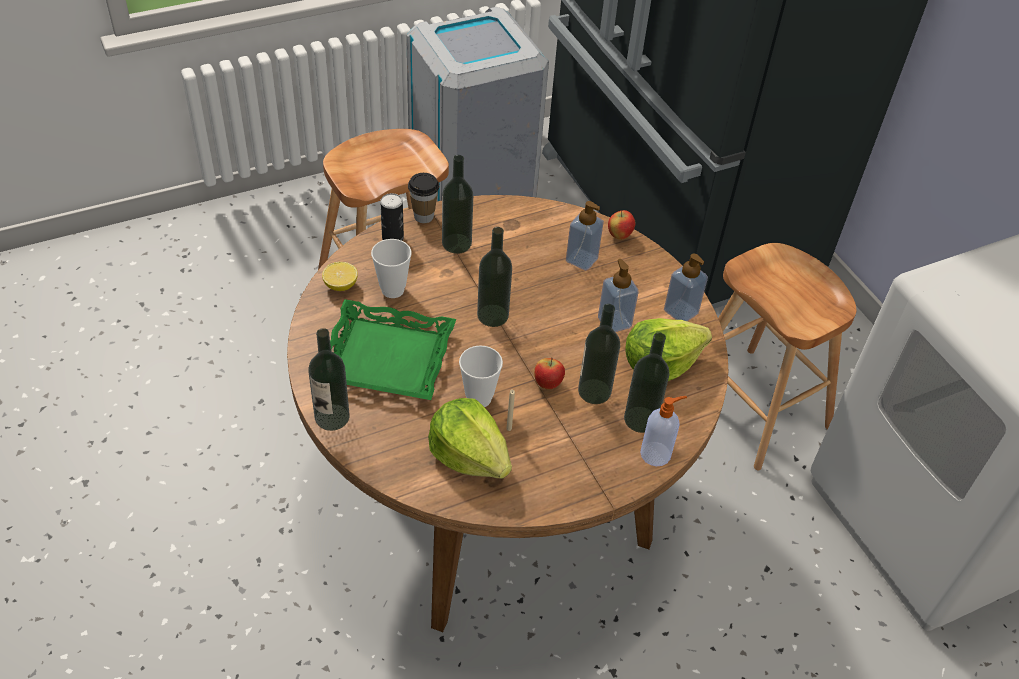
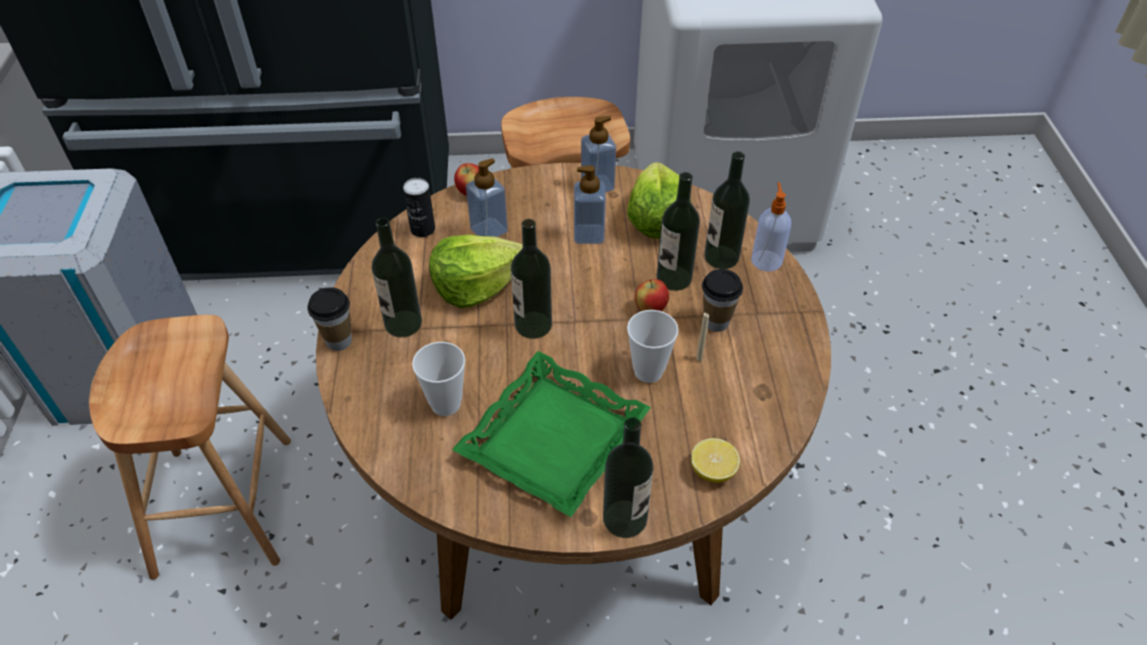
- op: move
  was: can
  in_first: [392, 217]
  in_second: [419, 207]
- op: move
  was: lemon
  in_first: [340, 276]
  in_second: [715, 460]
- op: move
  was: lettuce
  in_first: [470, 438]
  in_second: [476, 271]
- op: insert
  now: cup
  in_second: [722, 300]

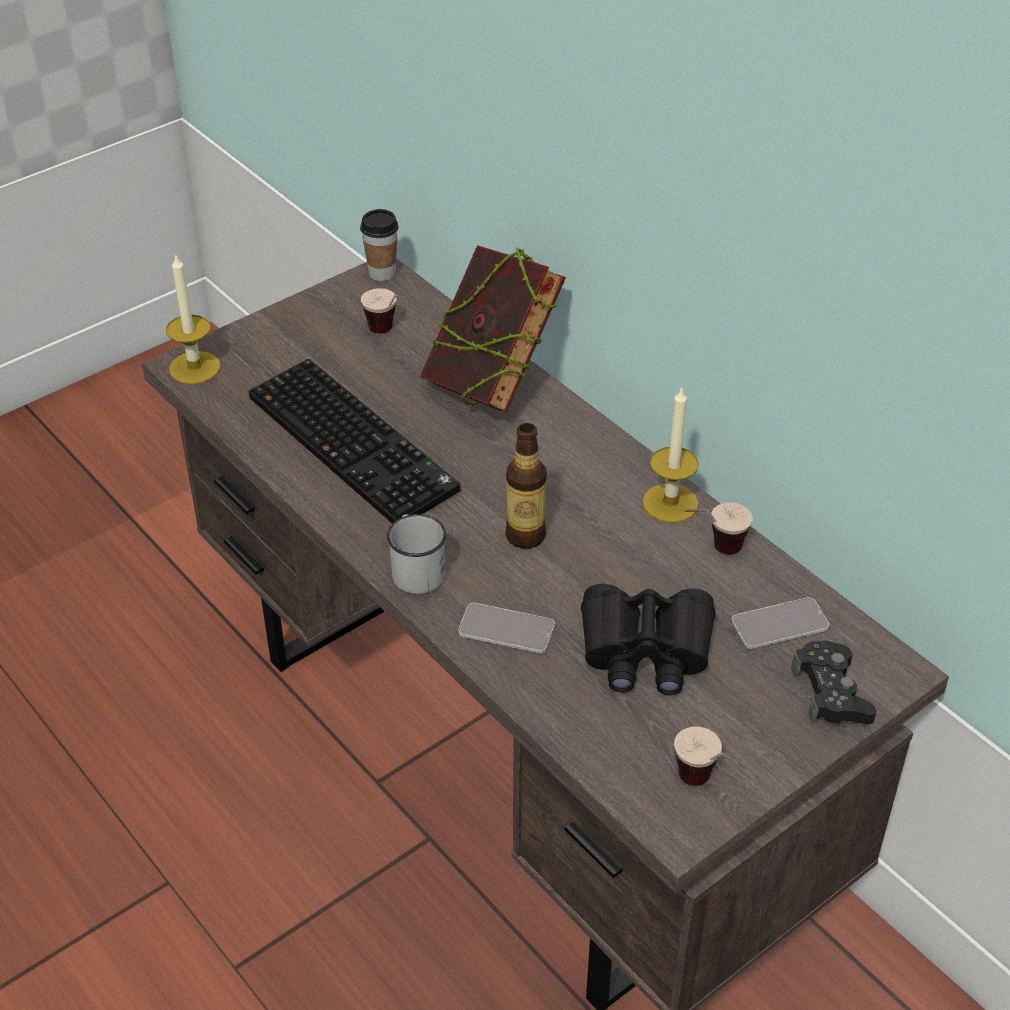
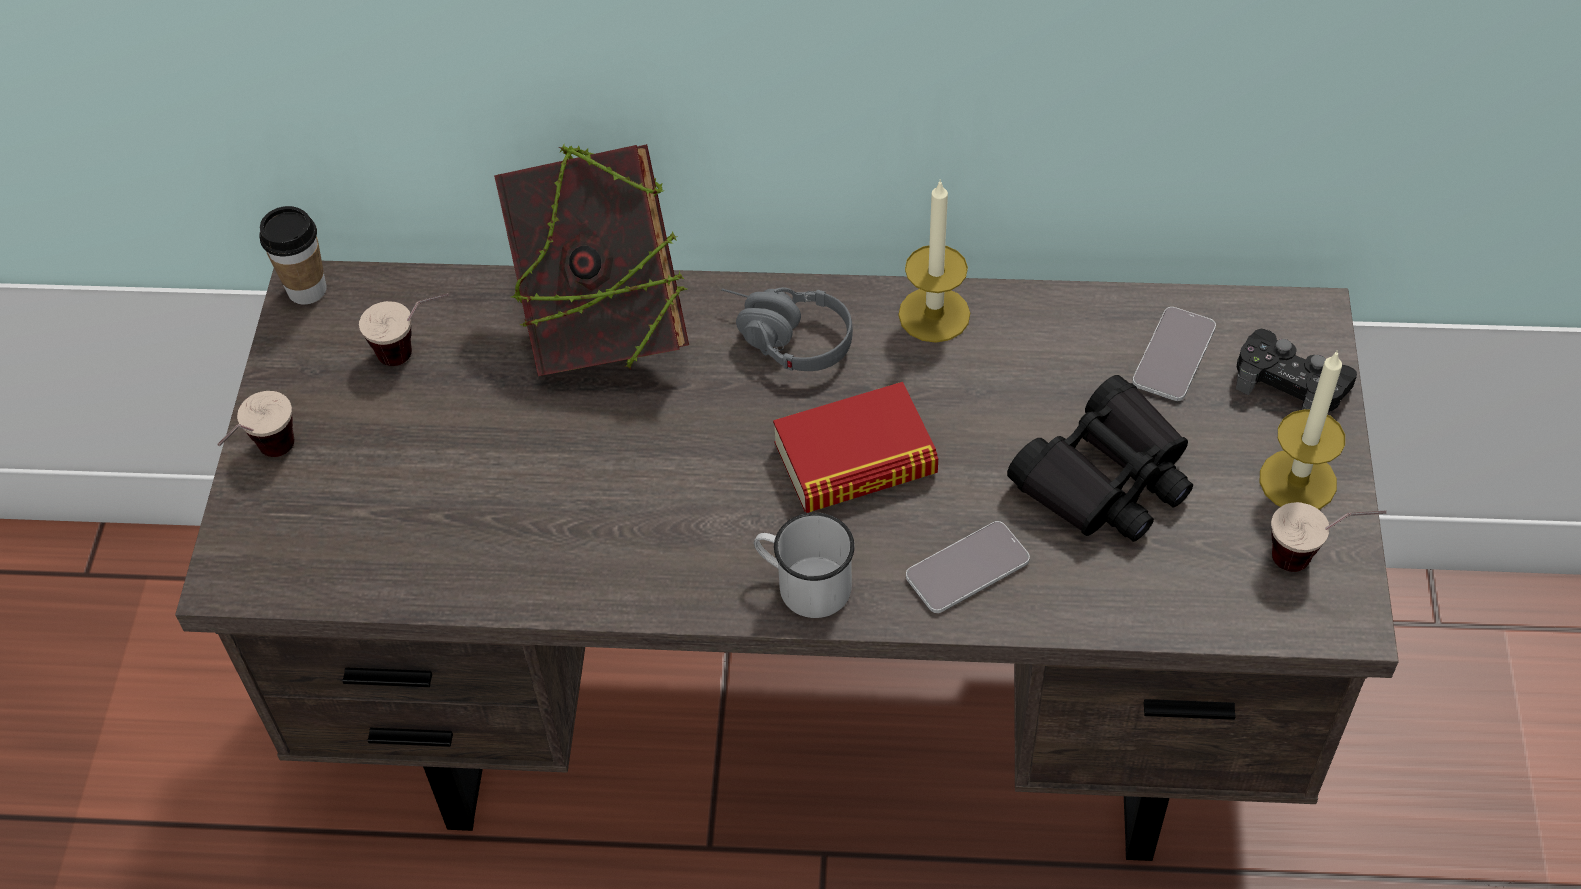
- op: move
  was: candle
  in_first: [193, 319]
  in_second: [1302, 430]
- op: delete
  was: keyboard
  in_first: [354, 441]
- op: replace
  was: bottle
  now: book
  in_first: [526, 486]
  in_second: [855, 447]
- op: move
  was: cup
  in_first: [718, 528]
  in_second: [255, 424]
- op: insert
  now: grey_headphones
  in_second: [787, 329]

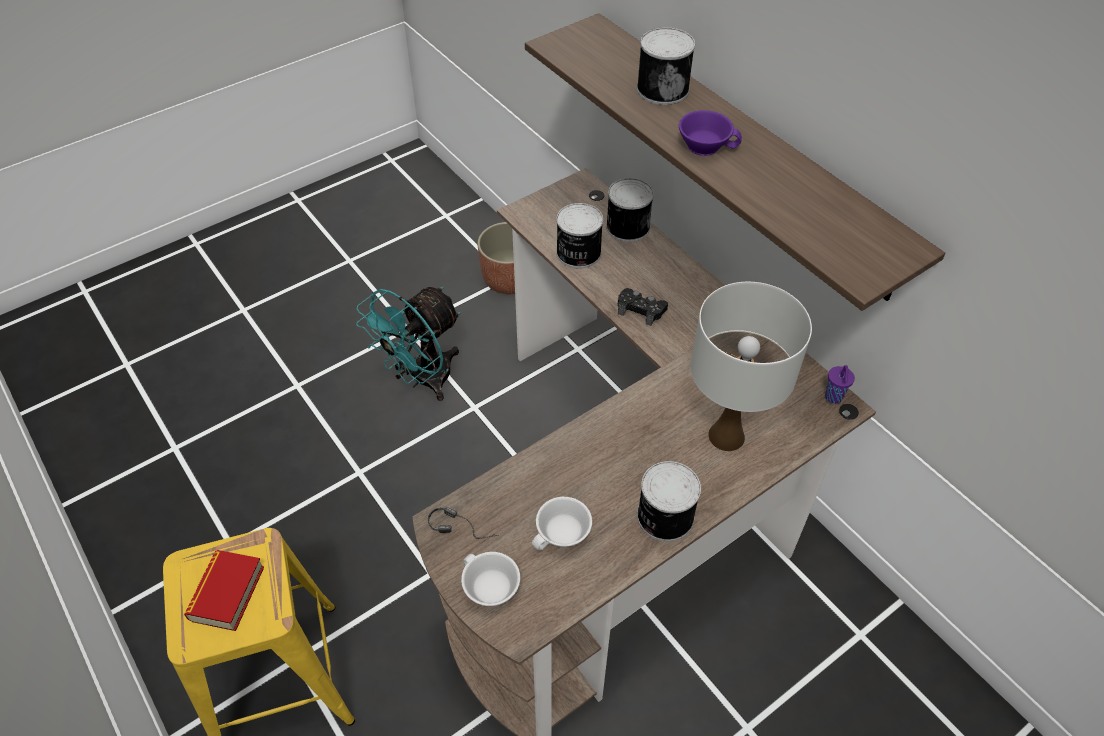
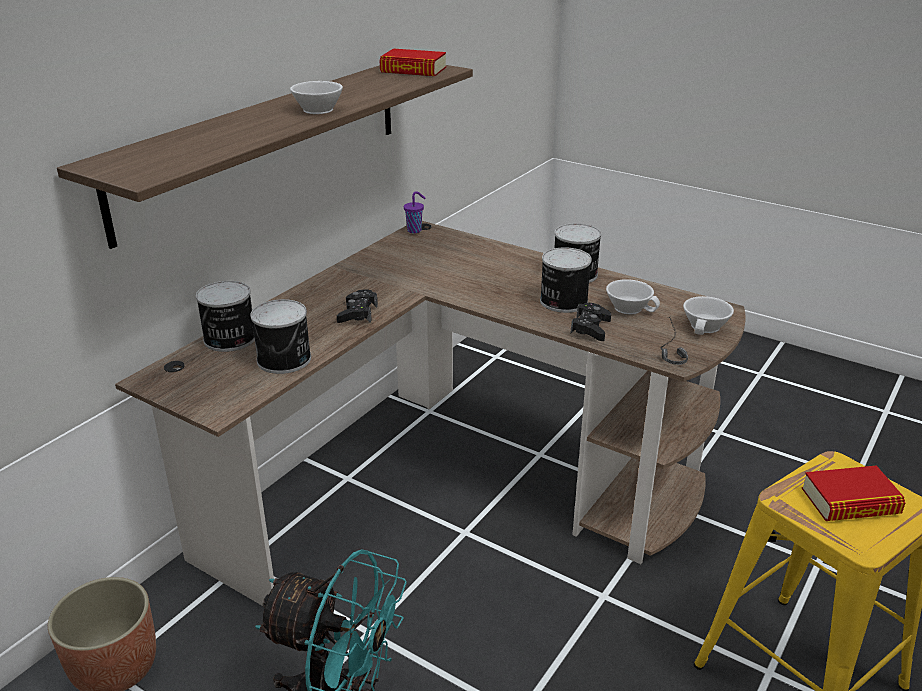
- op: move
  was: can
  in_first: [666, 66]
  in_second: [566, 280]
- op: recolor
  was: purple_cup
  now: white_cup
  in_first: [710, 133]
  in_second: [316, 97]
- op: delete
  was: white_table_lamp
  in_first: [751, 366]
- op: insert
  now: book
  in_second: [412, 62]
- op: insert
  now: black_game_controller
  in_second: [590, 322]

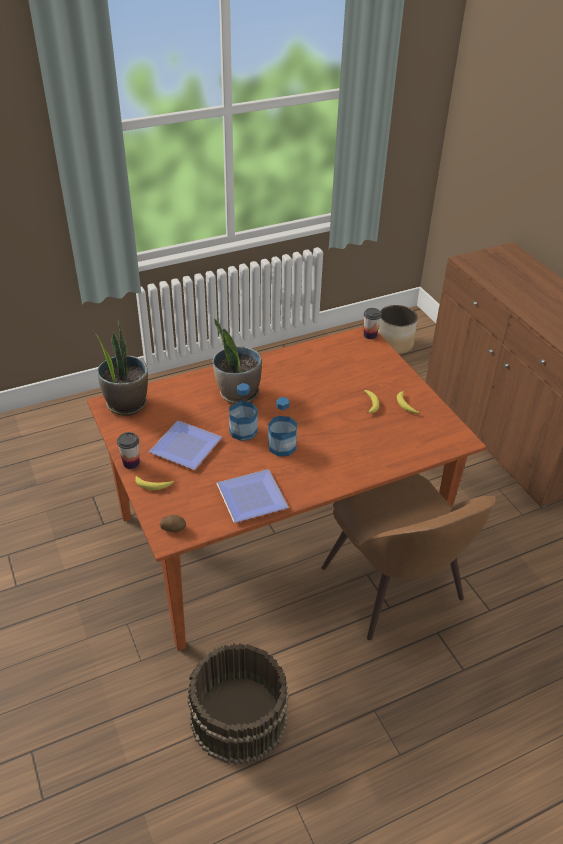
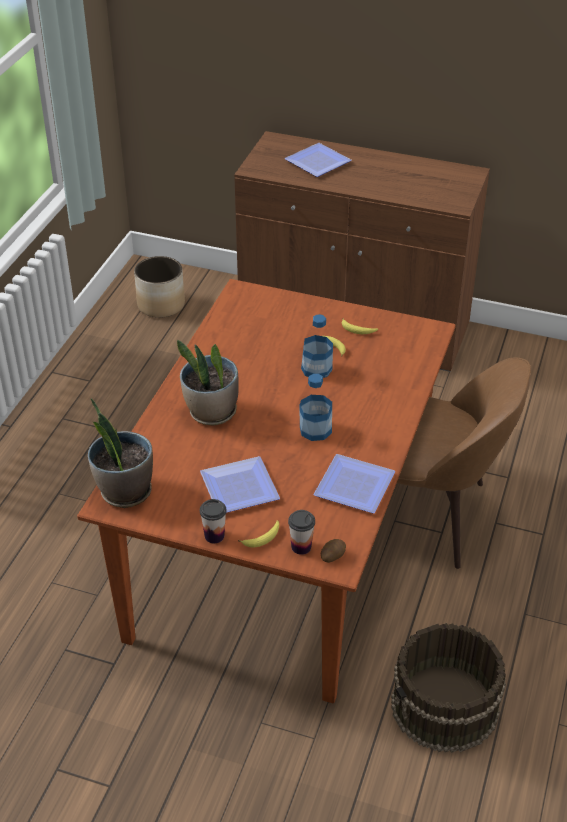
- op: move
  was: cup
  in_first: [373, 323]
  in_second: [301, 532]
- op: move
  was: bottle
  in_first: [243, 412]
  in_second: [317, 346]
- op: insert
  now: plate
  in_second: [318, 160]

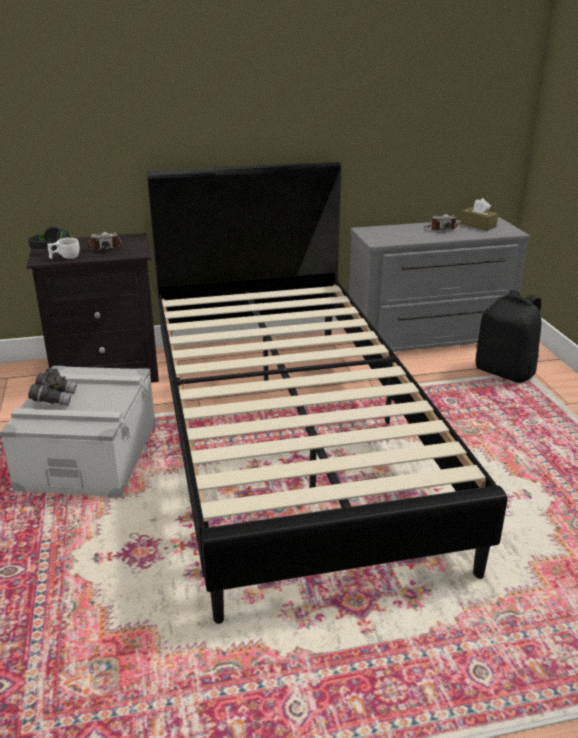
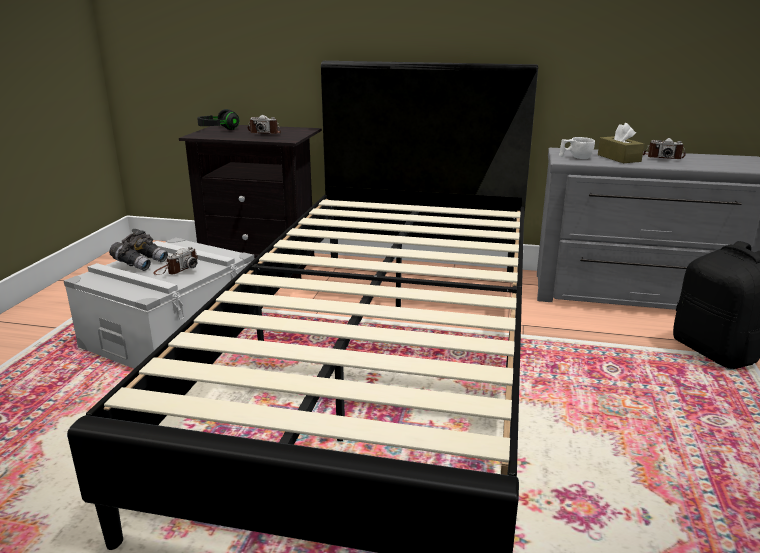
- op: move
  was: brown_tissue_box
  in_first: [479, 214]
  in_second: [621, 143]
- op: move
  was: white_cup
  in_first: [63, 248]
  in_second: [577, 148]
- op: insert
  now: photo_camera
  in_second: [175, 261]

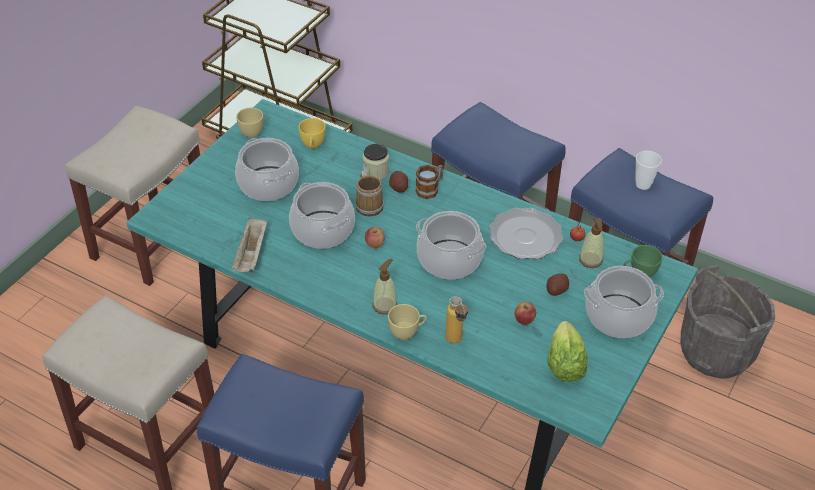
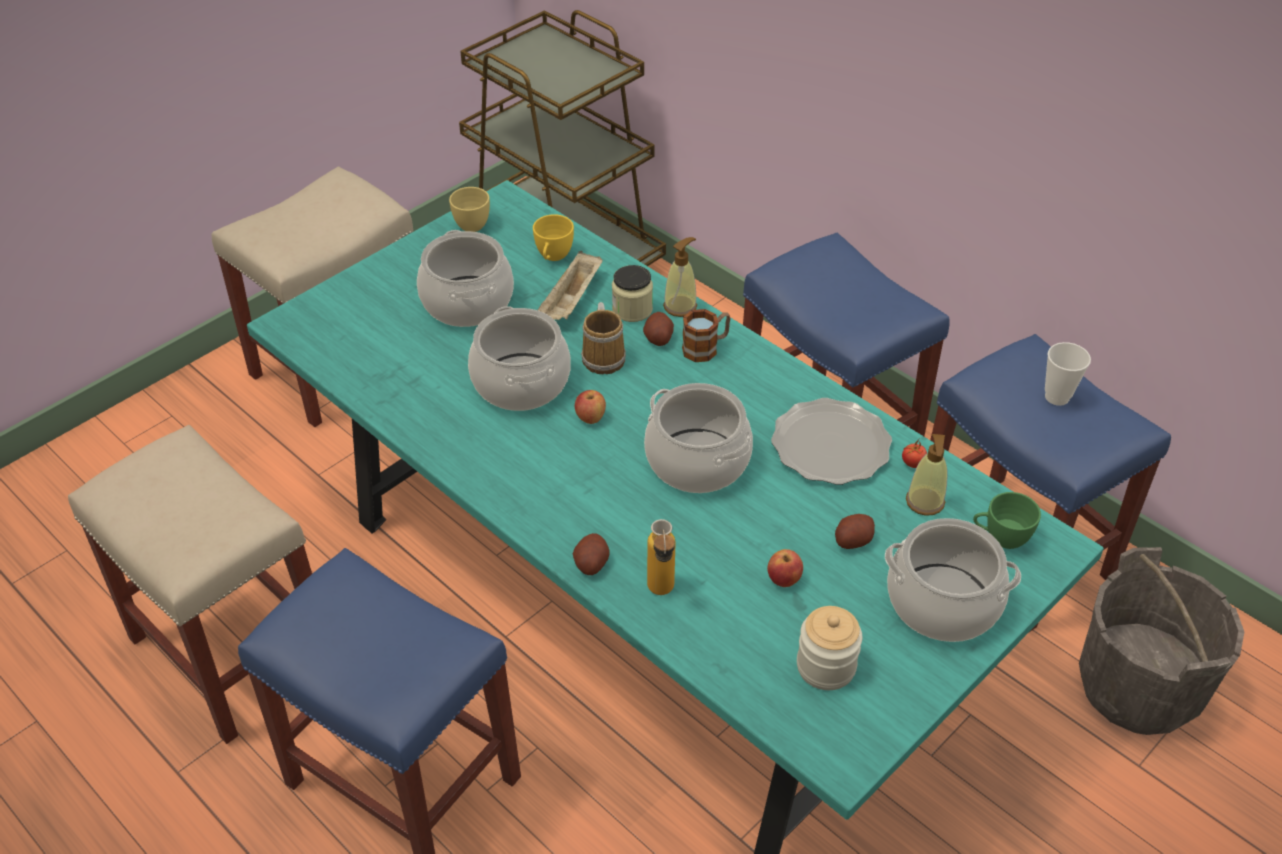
- op: move
  was: beige_tray
  in_first: [249, 244]
  in_second: [570, 285]
- op: move
  was: soap_dispenser
  in_first: [384, 286]
  in_second: [680, 277]
- op: replace
  was: yellow_cup
  now: potato
  in_first: [407, 322]
  in_second: [591, 554]
- op: replace
  was: lettuce
  now: jar
  in_first: [568, 351]
  in_second: [829, 648]

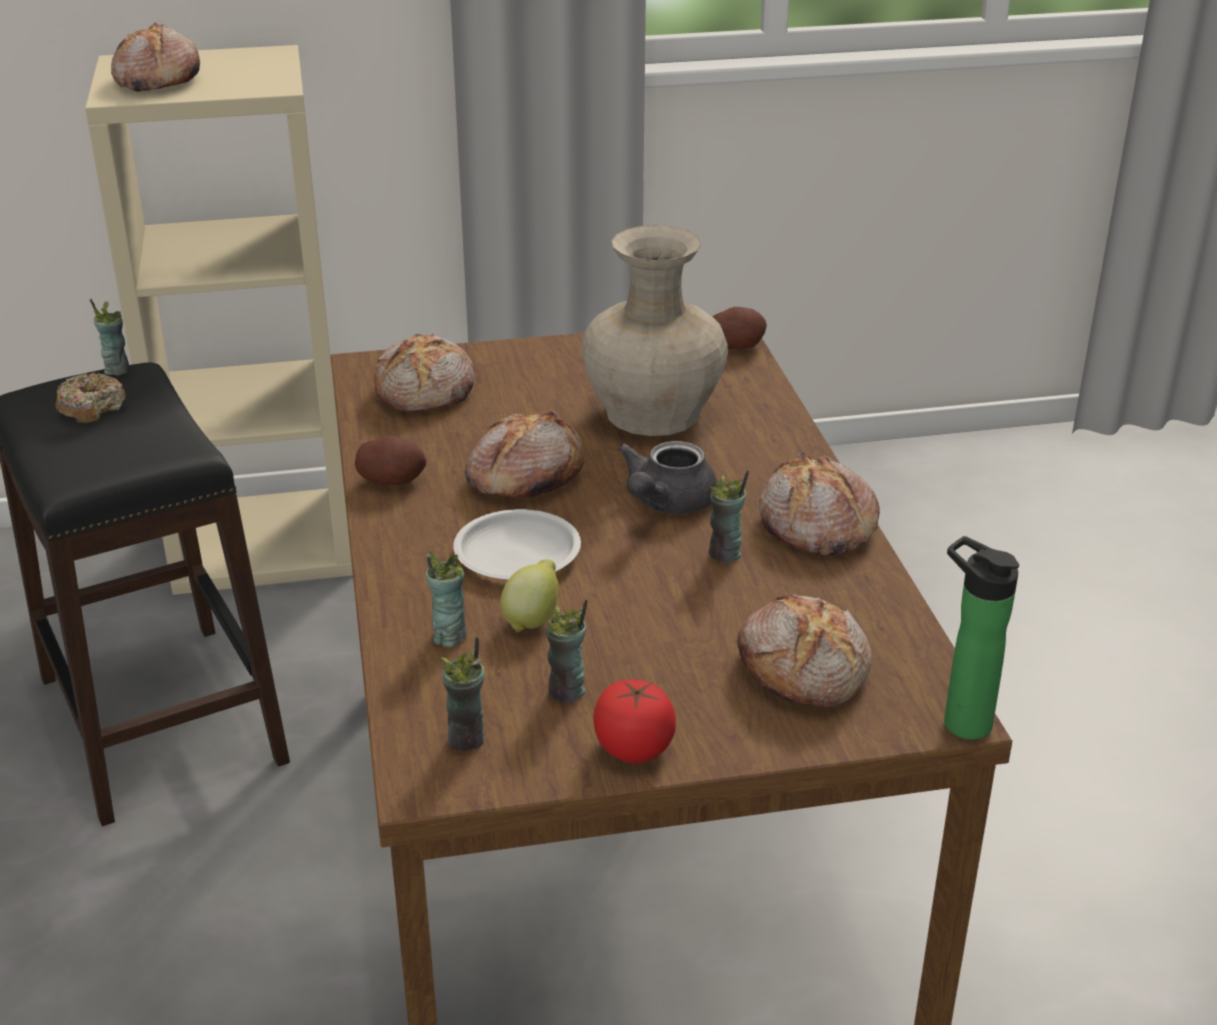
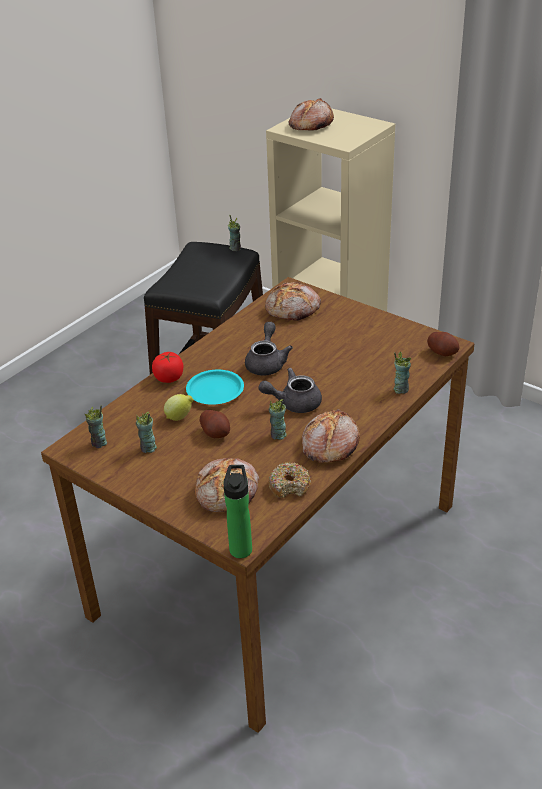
- op: delete
  was: beige_vase
  in_first: [655, 330]
- op: move
  was: donut
  in_first: [90, 398]
  in_second: [290, 480]
- op: replace
  was: bread
  now: grey_teapot
  in_first: [524, 454]
  in_second: [269, 349]
- op: move
  was: potato
  in_first: [390, 460]
  in_second: [214, 424]
- op: recolor
  was: white_plate
  now: turquoise_plate
  in_first: [517, 544]
  in_second: [215, 387]
- op: move
  was: cup
  in_first: [446, 599]
  in_second: [402, 373]
- op: move
  was: tomato
  in_first: [634, 721]
  in_second: [167, 367]

